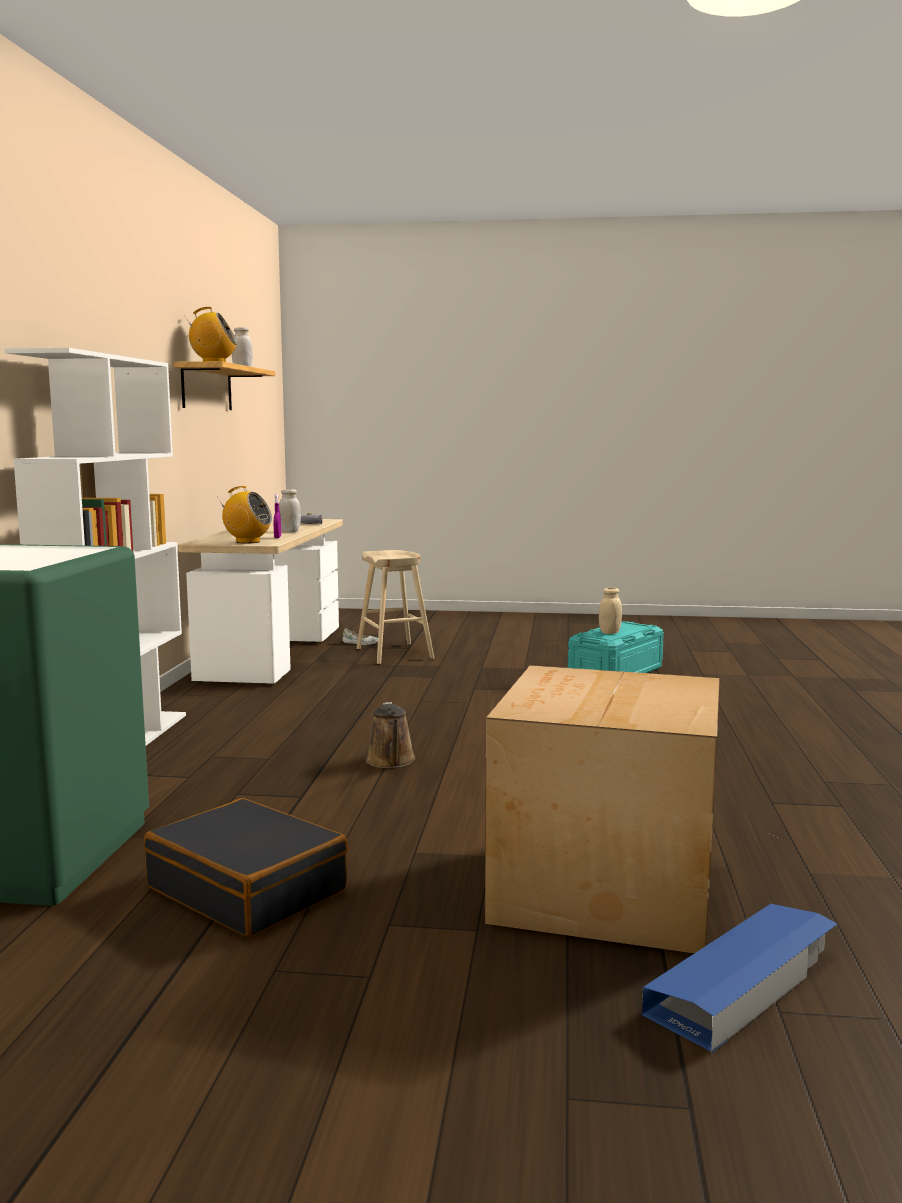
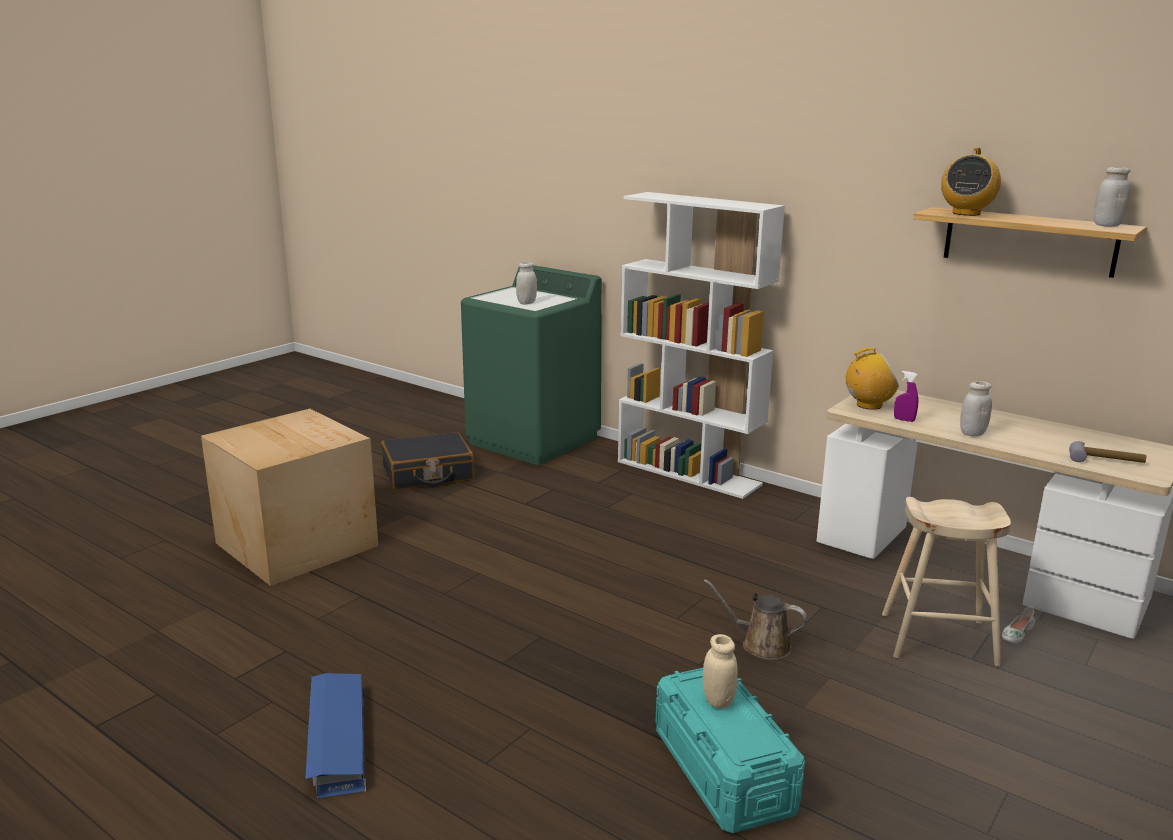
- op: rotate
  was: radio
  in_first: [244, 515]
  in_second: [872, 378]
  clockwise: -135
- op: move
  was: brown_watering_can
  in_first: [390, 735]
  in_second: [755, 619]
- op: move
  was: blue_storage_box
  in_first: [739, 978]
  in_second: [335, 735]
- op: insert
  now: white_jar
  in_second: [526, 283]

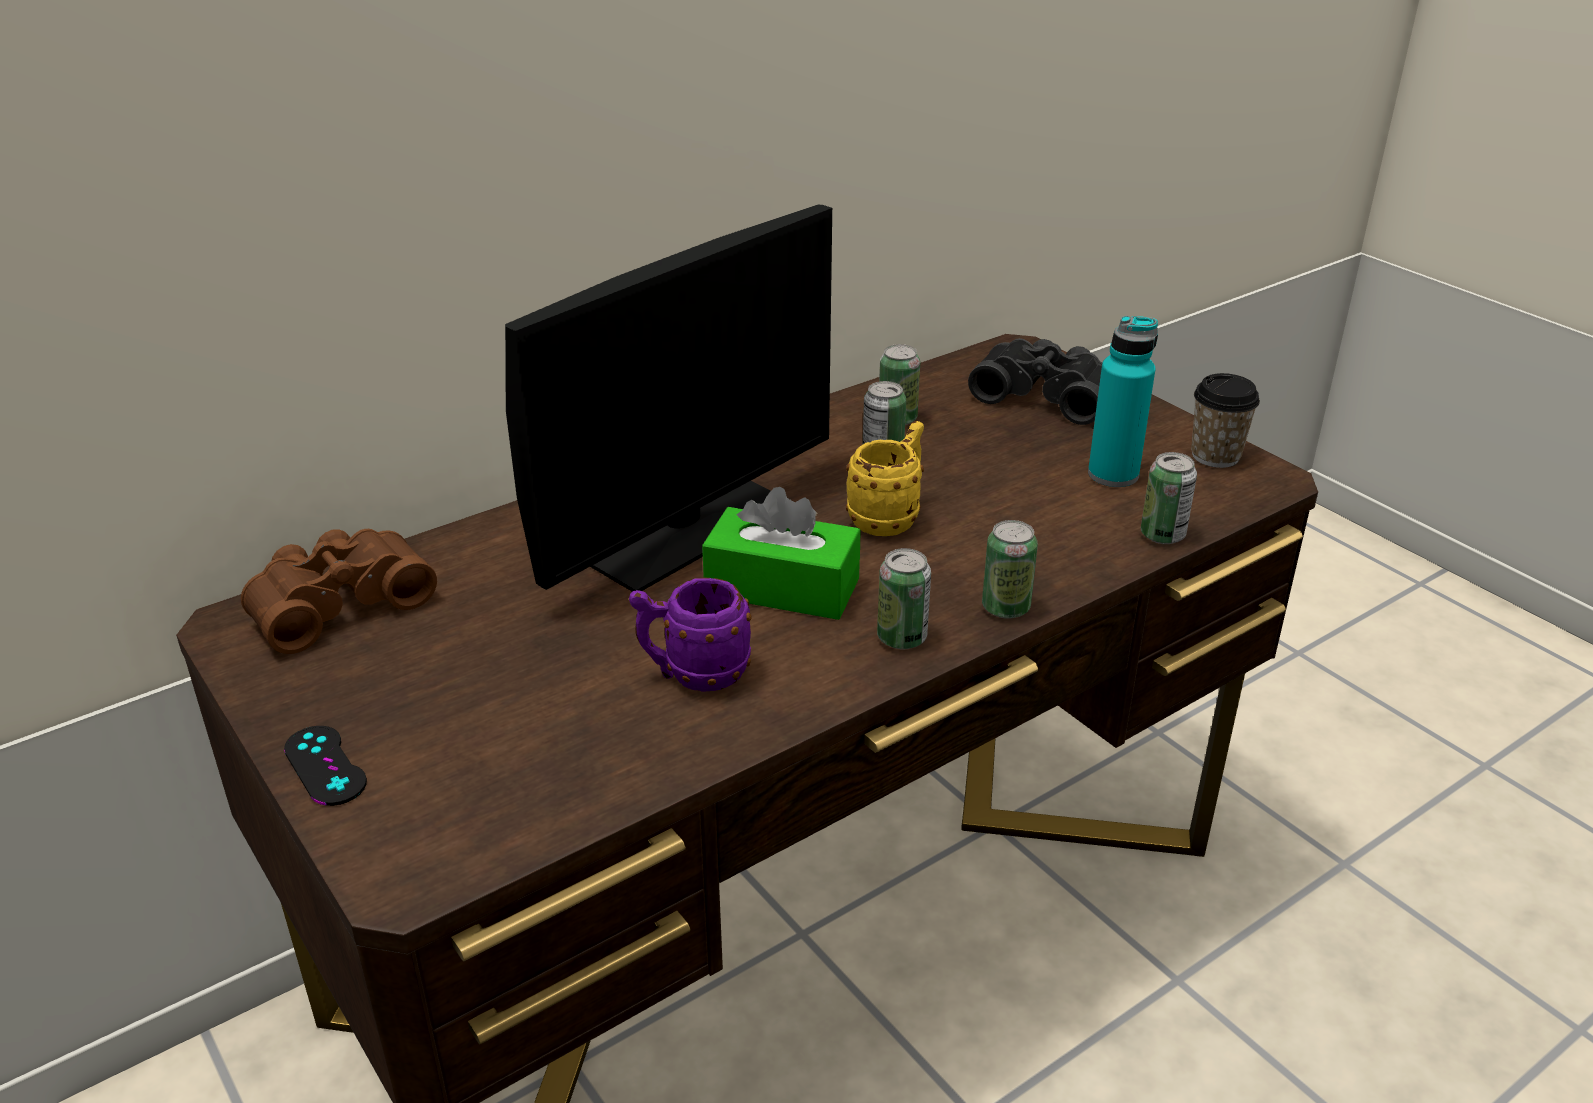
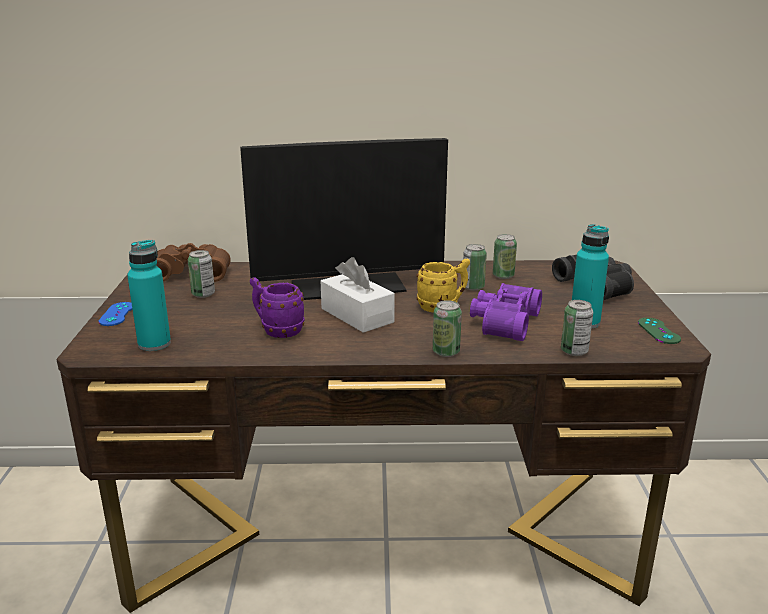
- op: replace
  was: cup
  now: green_game_controller
  in_first: [1225, 420]
  in_second: [659, 331]
- op: recolor
  was: green_tissue_box
  now: white_tissue_box
  in_first: [781, 553]
  in_second: [358, 295]
- op: move
  was: can
  in_first: [904, 598]
  in_second: [201, 274]
- op: recolor
  was: black_game_controller
  now: blue_game_controller
  in_first: [325, 766]
  in_second: [115, 314]
- op: insert
  now: turquoise_bottle
  in_second: [149, 295]
- op: insert
  now: purple_binoculars
  in_second: [506, 312]

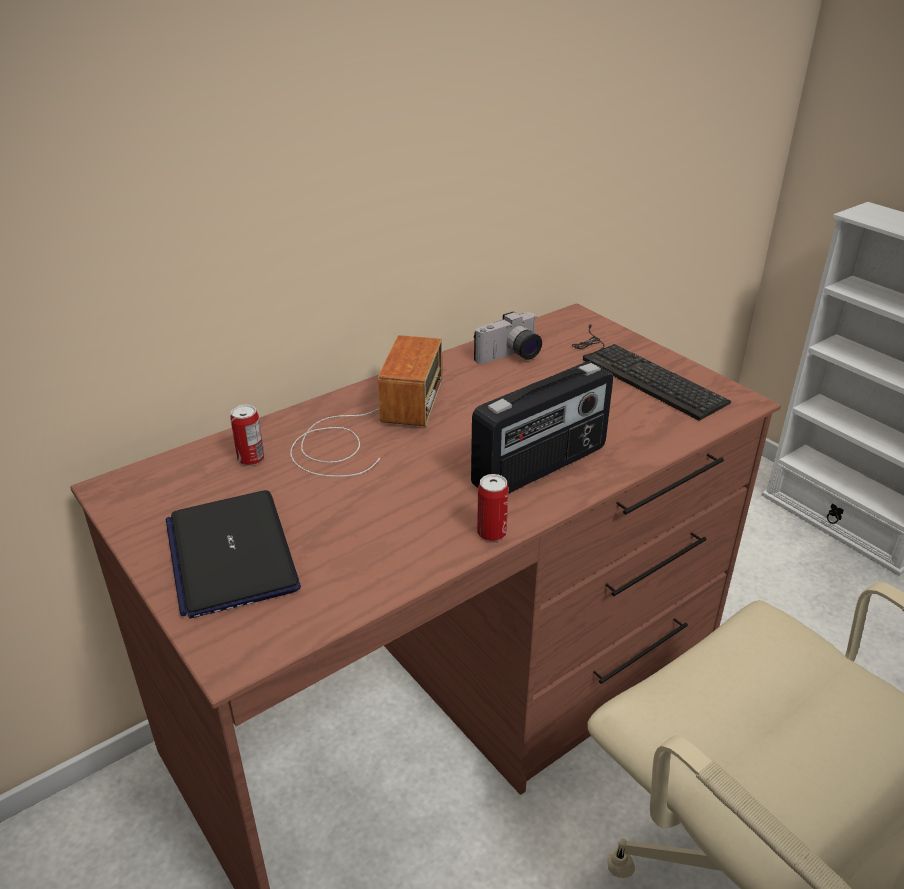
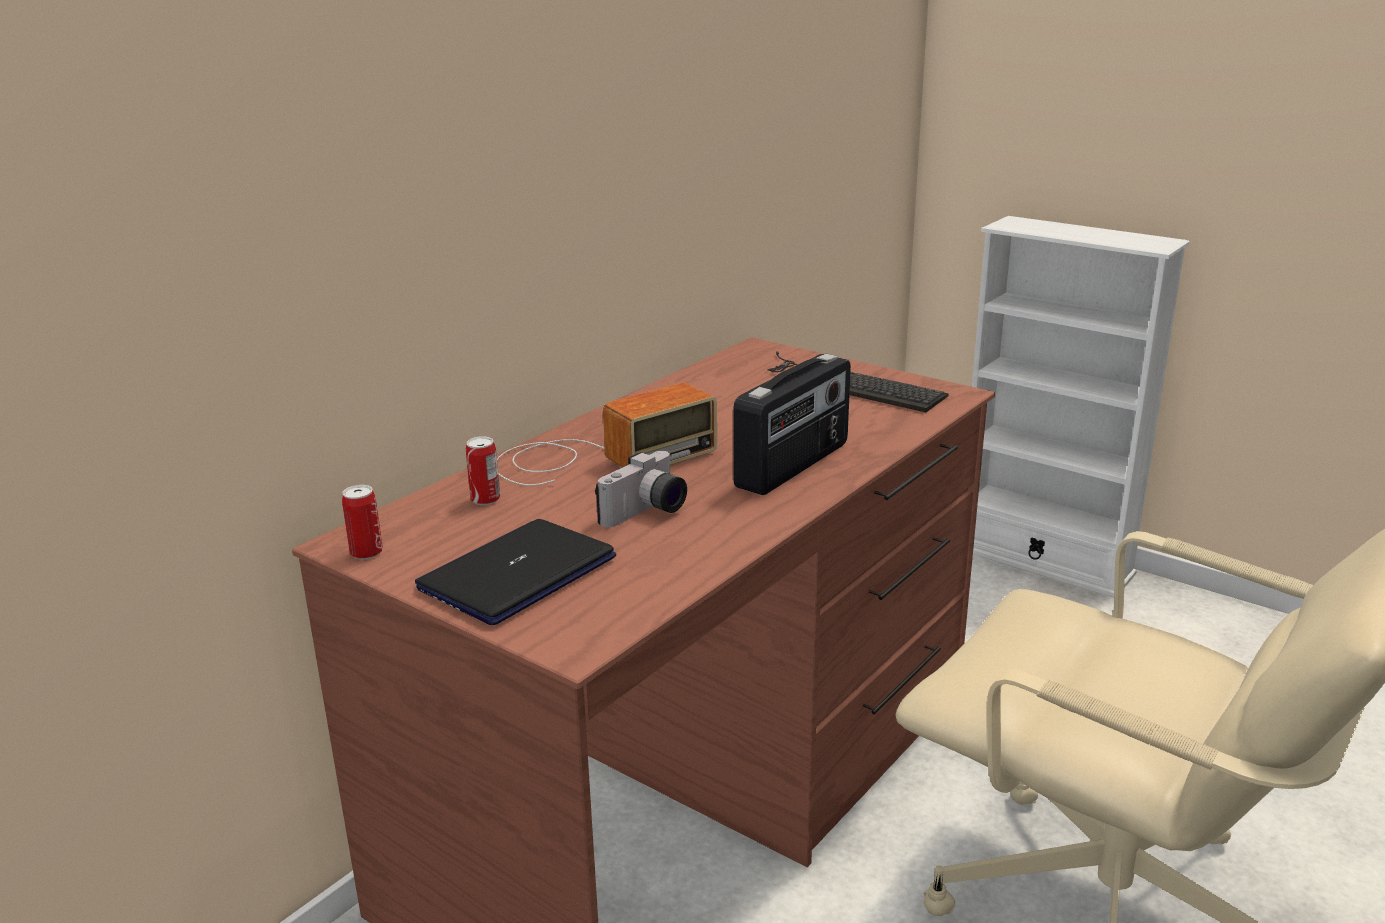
- op: move
  was: photo_camera
  in_first: [508, 338]
  in_second: [641, 489]
- op: rotate
  was: radio
  in_first: [366, 406]
  in_second: [607, 434]
  clockwise: 60
- op: move
  was: can
  in_first: [493, 507]
  in_second: [362, 522]
- op: rotate
  was: laptop
  in_first: [233, 554]
  in_second: [515, 572]
  clockwise: 75

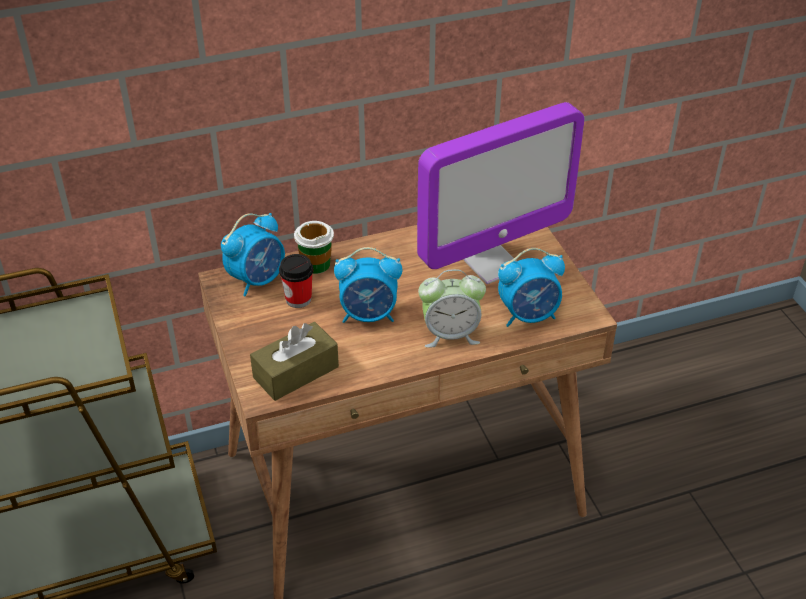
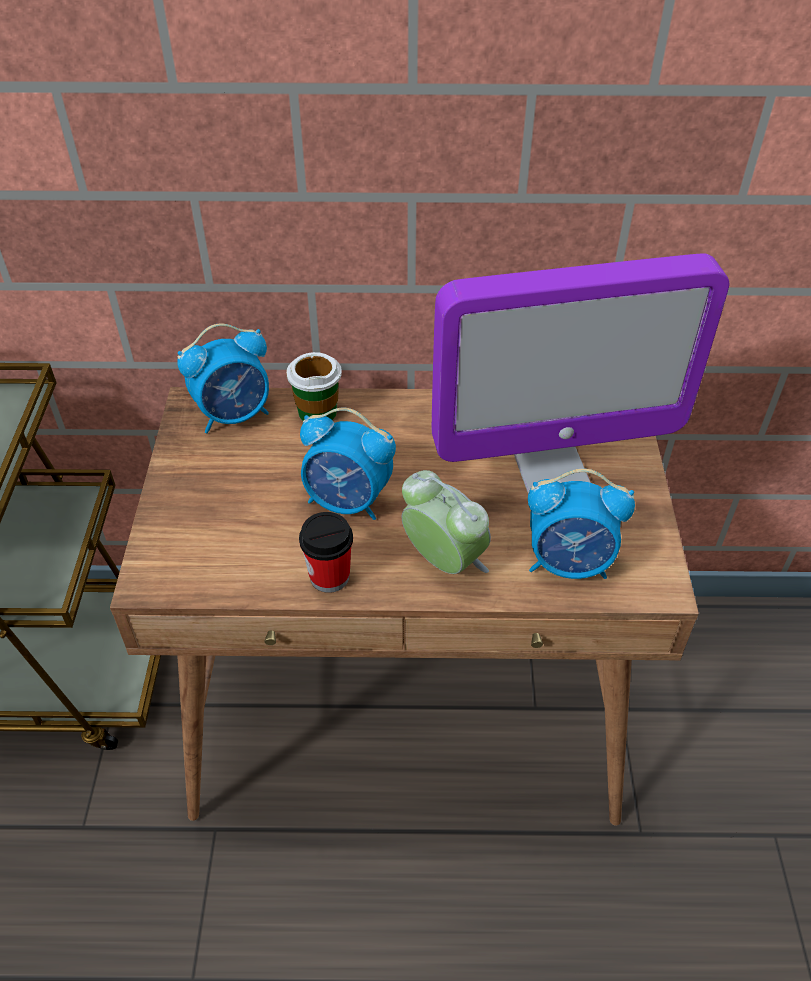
- op: move
  was: cup
  in_first: [296, 281]
  in_second: [326, 552]
- op: rotate
  was: alarm_clock
  in_first: [452, 308]
  in_second: [446, 522]
  clockwise: -150
- op: delete
  was: brown_tissue_box
  in_first: [294, 361]

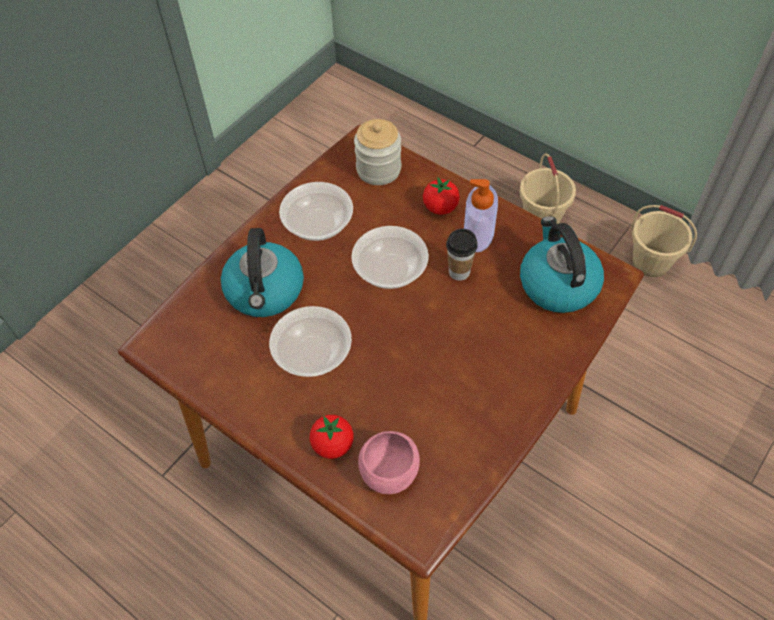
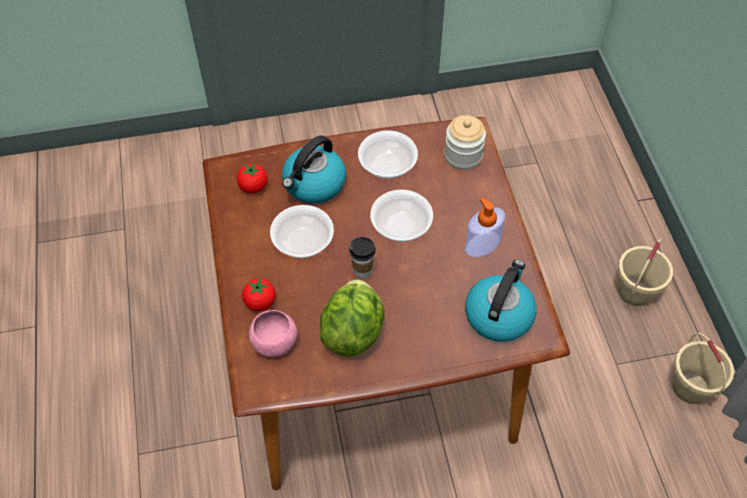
- op: move
  was: tomato
  in_first: [441, 196]
  in_second: [252, 178]
- op: move
  was: cup
  in_first: [462, 255]
  in_second: [362, 257]
- op: insert
  now: lettuce
  in_second: [352, 318]

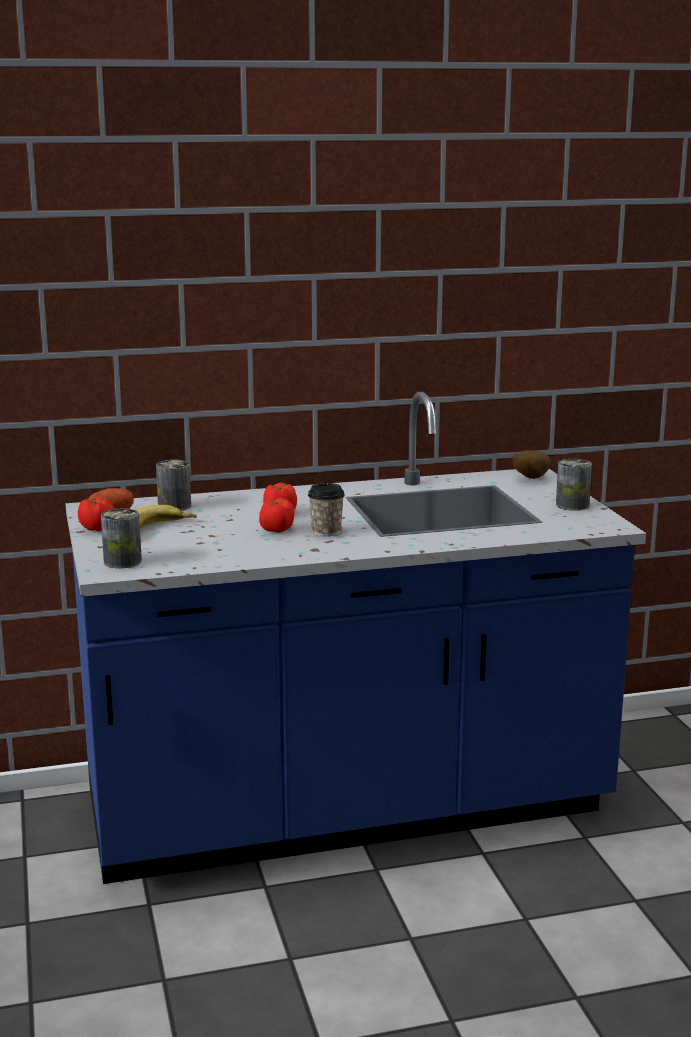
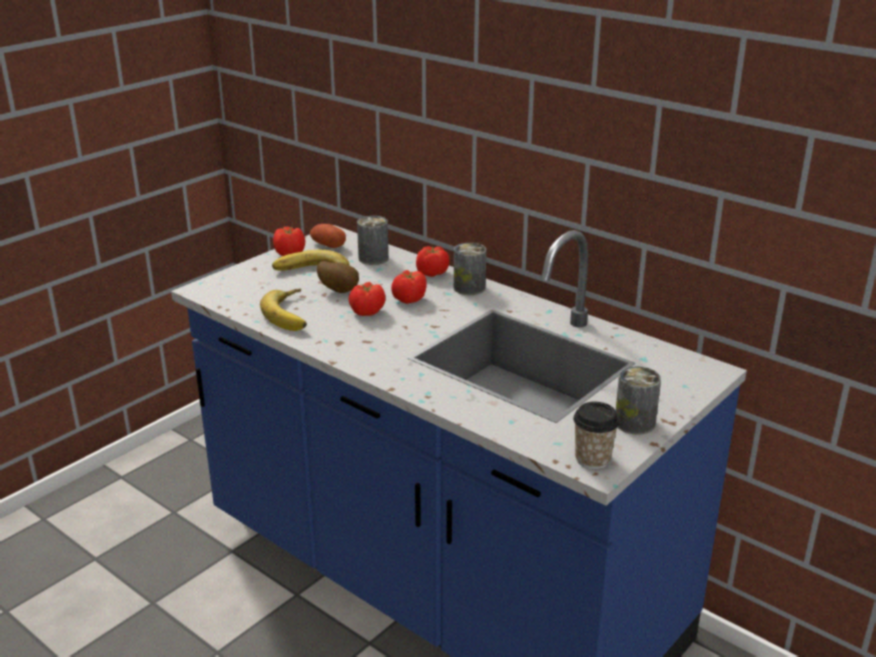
- op: move
  was: potato
  in_first: [532, 465]
  in_second: [338, 277]
- op: move
  was: cup
  in_first: [326, 509]
  in_second: [596, 435]
- op: move
  was: can
  in_first: [121, 538]
  in_second: [470, 269]
- op: insert
  now: tomato
  in_second: [433, 261]
- op: insert
  now: banana
  in_second: [283, 310]

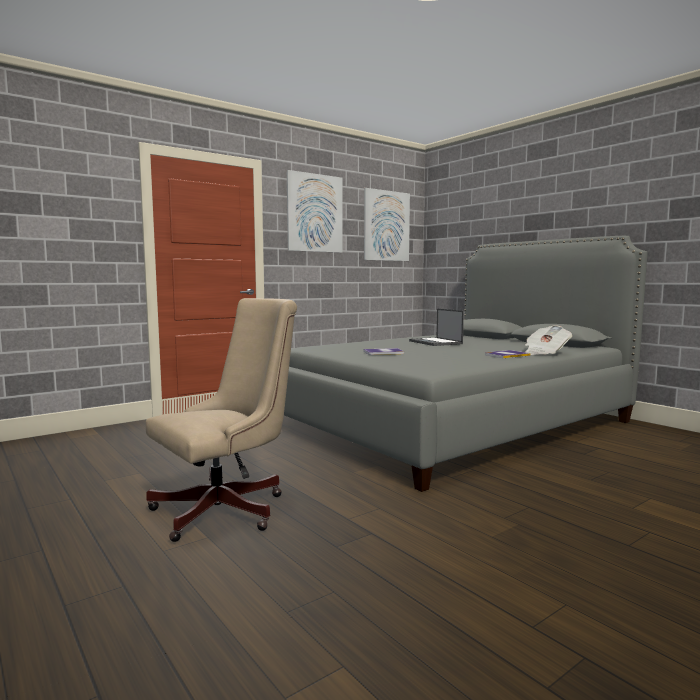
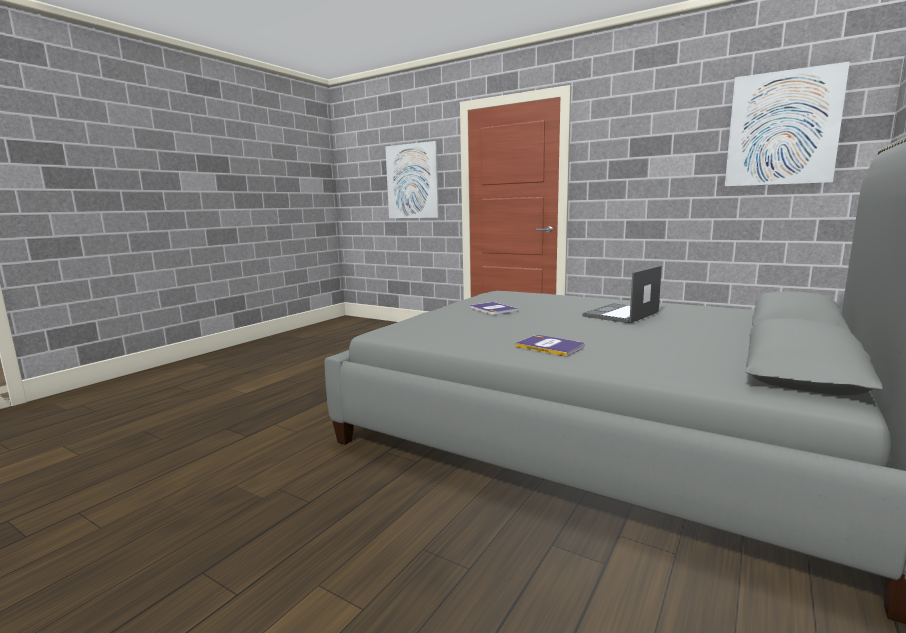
- op: move
  was: picture
  in_first: [315, 211]
  in_second: [412, 179]
- op: delete
  was: beige_office_chair
  in_first: [221, 420]
- op: delete
  was: newspaper
  in_first: [548, 340]

